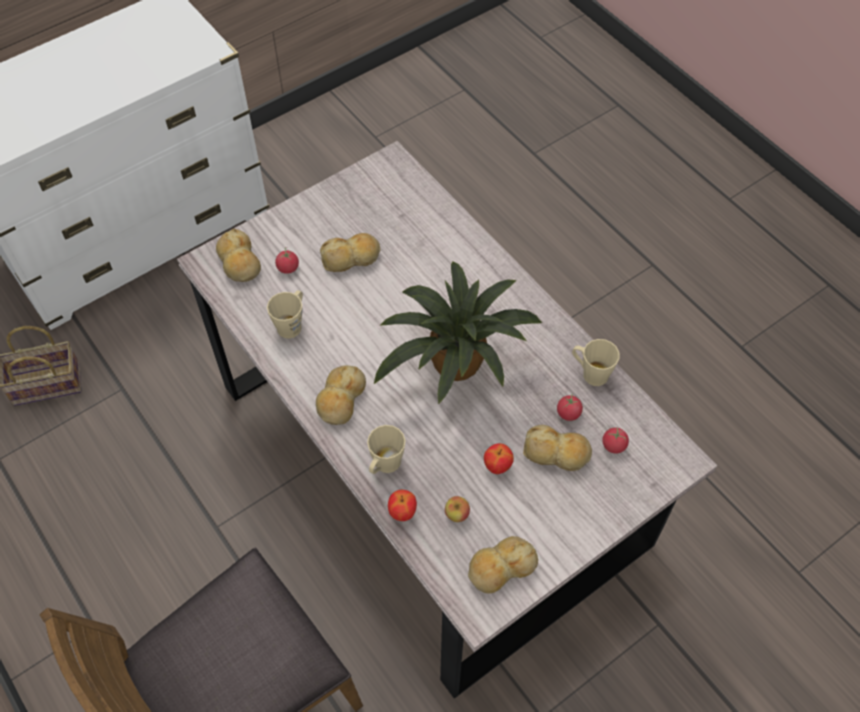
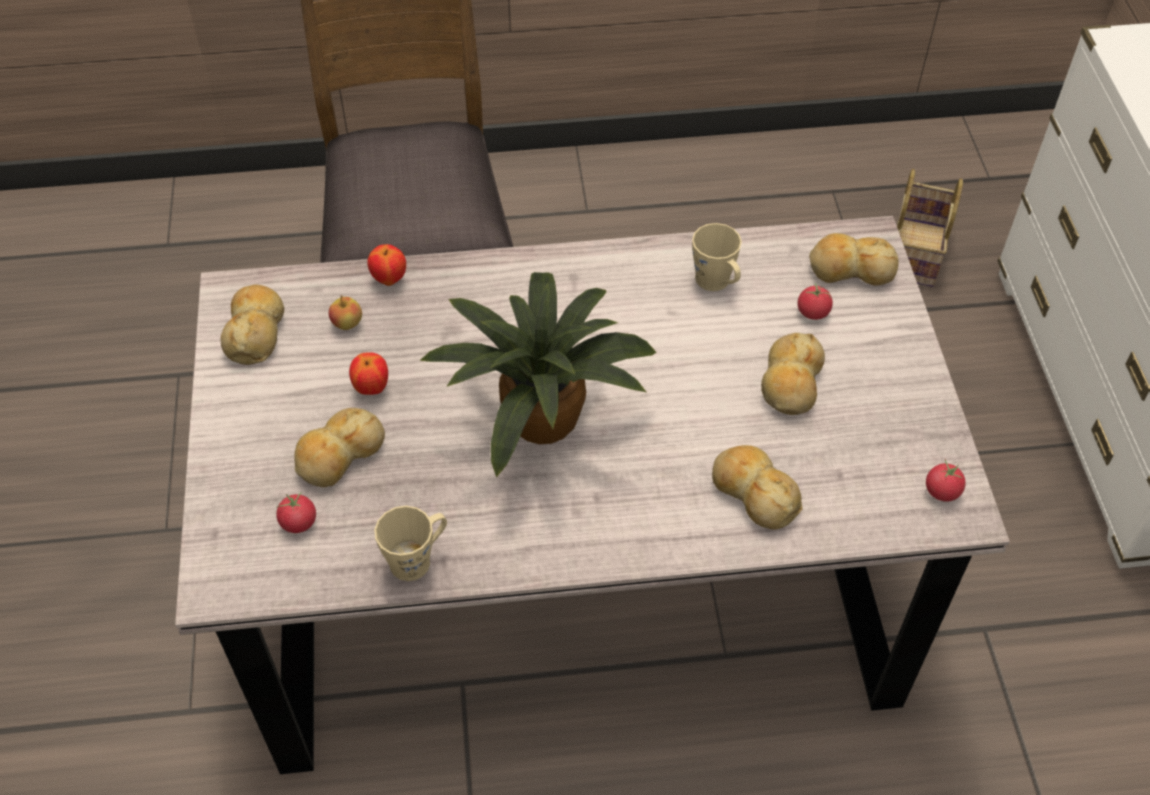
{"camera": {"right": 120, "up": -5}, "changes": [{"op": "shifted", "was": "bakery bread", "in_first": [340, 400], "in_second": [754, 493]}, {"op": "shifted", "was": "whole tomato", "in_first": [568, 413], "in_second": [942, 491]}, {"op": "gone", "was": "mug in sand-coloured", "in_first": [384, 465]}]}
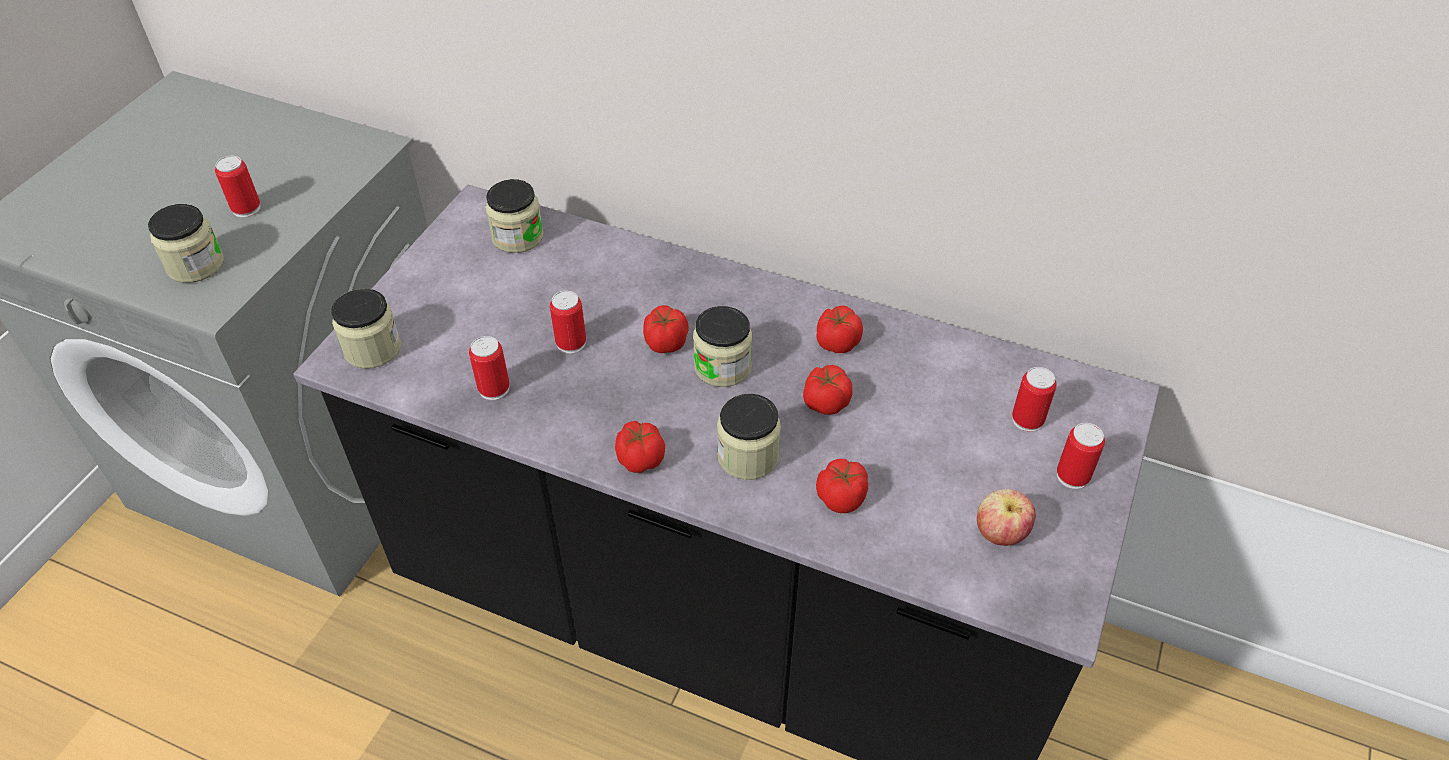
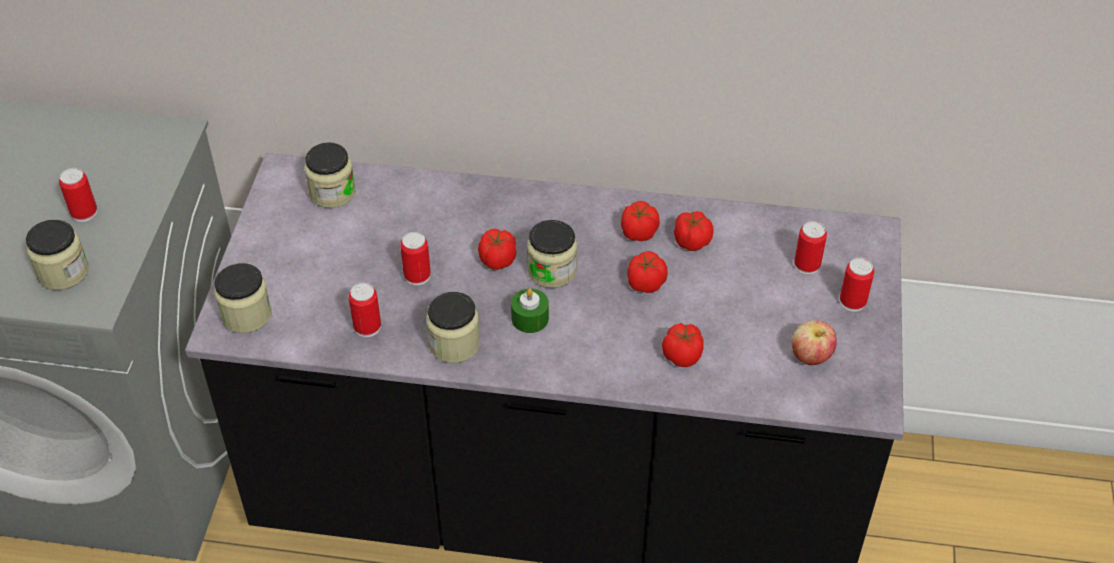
{"camera": {"right": -15, "up": 0}, "changes": [{"op": "shifted", "was": "jar", "in_first": [748, 456], "in_second": [454, 344]}, {"op": "new", "now": "wax candle in greenish", "in_second": [530, 318]}, {"op": "shifted", "was": "whole tomato", "in_first": [640, 458], "in_second": [691, 241]}]}
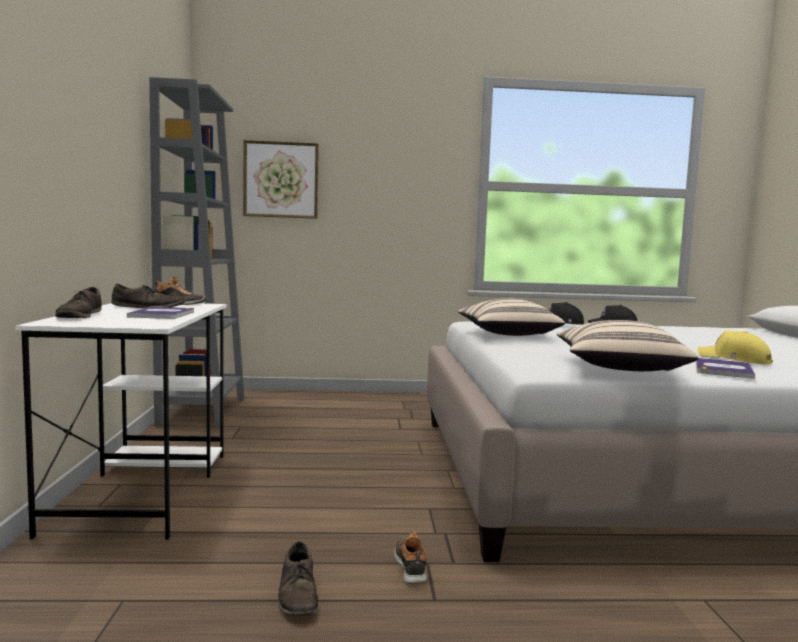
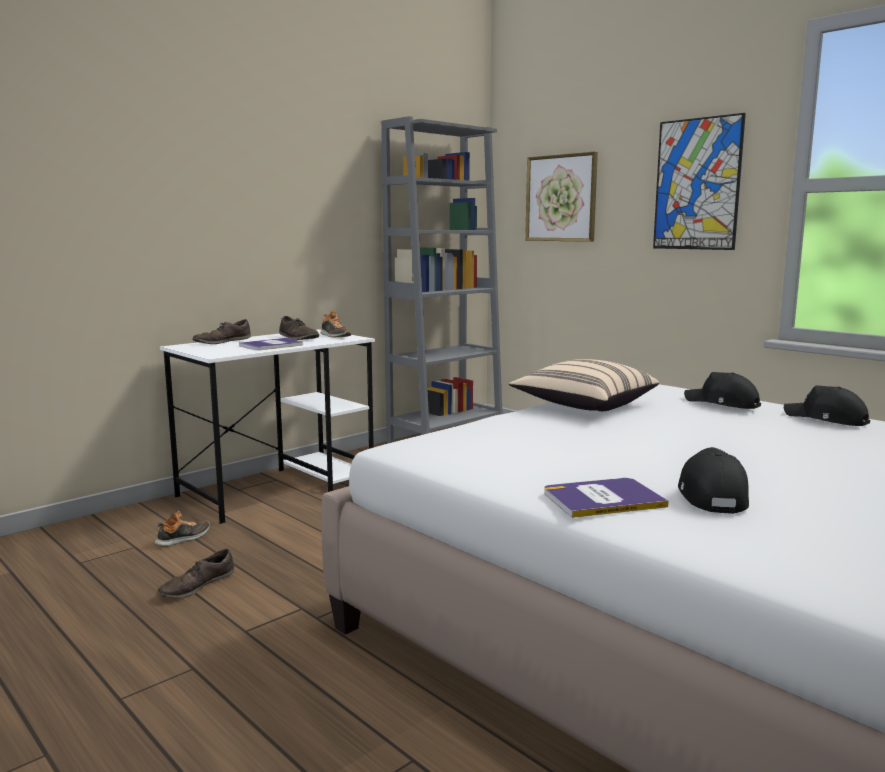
{"camera": {"right": 50, "up": 5}, "changes": [{"op": "shifted", "was": "shoe", "in_first": [411, 567], "in_second": [184, 538]}, {"op": "new", "now": "wall picture", "in_second": [697, 184]}, {"op": "repainted", "was": "peaked cap in yellowish", "now": "peaked cap in black-coloured", "in_first": [734, 359], "in_second": [711, 496]}, {"op": "gone", "was": "cushion in sand-coloured", "in_first": [618, 368]}]}
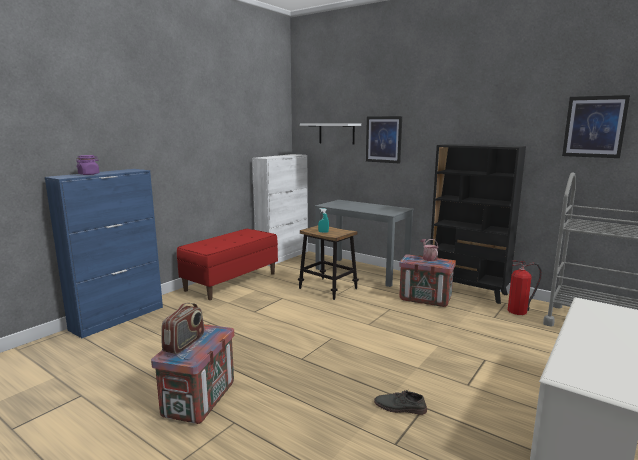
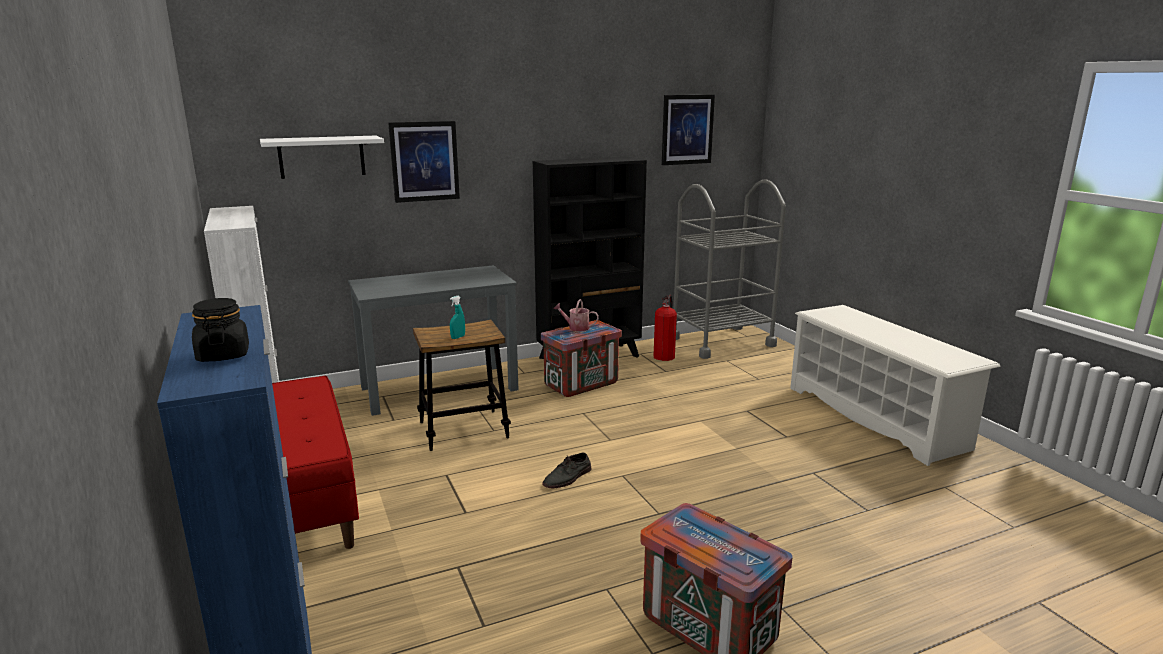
{"camera": {"right": -60, "up": 5}, "changes": [{"op": "repainted", "was": "jar in purple-coloured", "now": "jar in black-coloured", "in_first": [89, 174], "in_second": [223, 355]}, {"op": "shifted", "was": "shoe in grey", "in_first": [400, 407], "in_second": [568, 478]}, {"op": "gone", "was": "radio", "in_first": [184, 344]}]}
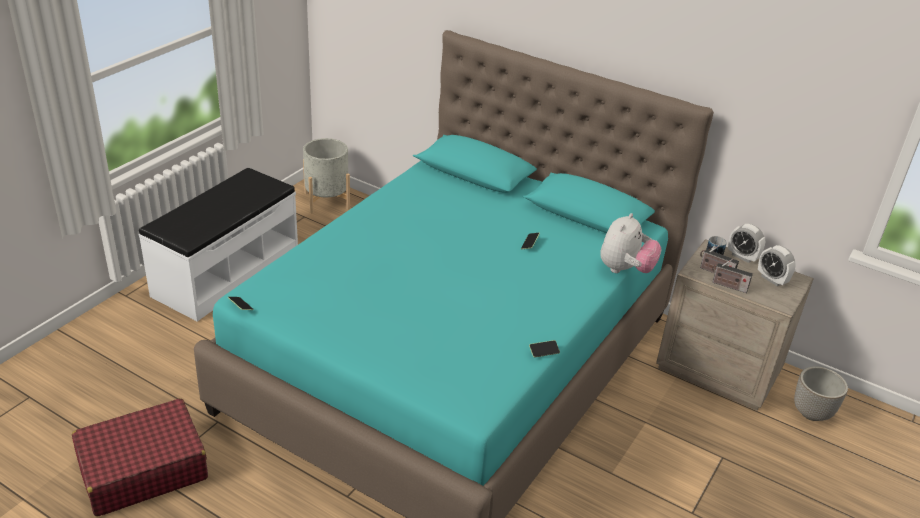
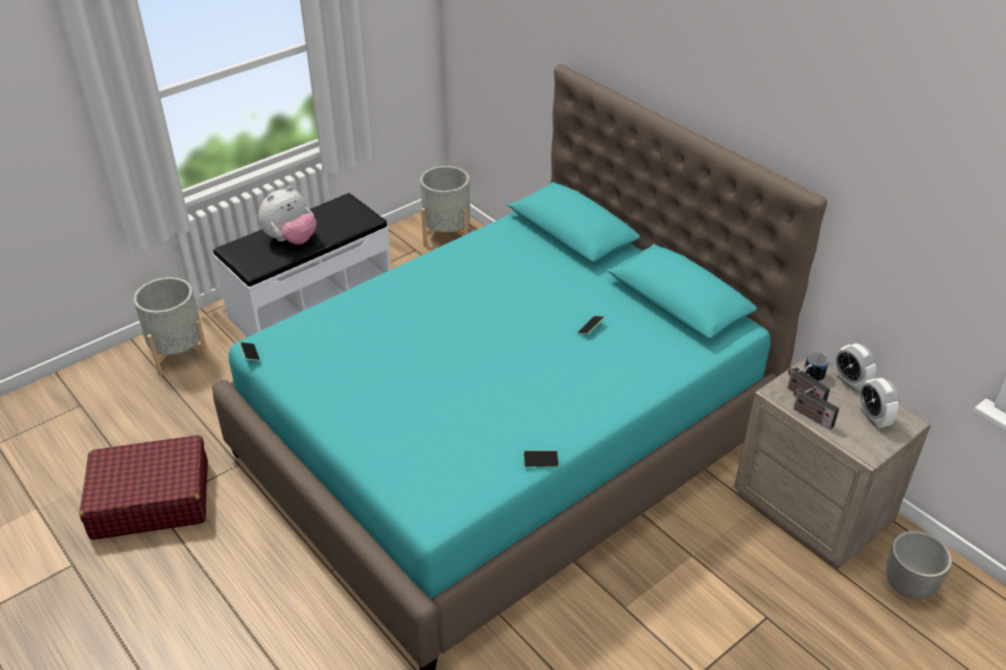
{"camera": {"right": 20, "up": 5}, "changes": [{"op": "new", "now": "plant pot in grey", "in_second": [179, 353]}, {"op": "shifted", "was": "soft toy", "in_first": [625, 270], "in_second": [291, 240]}]}
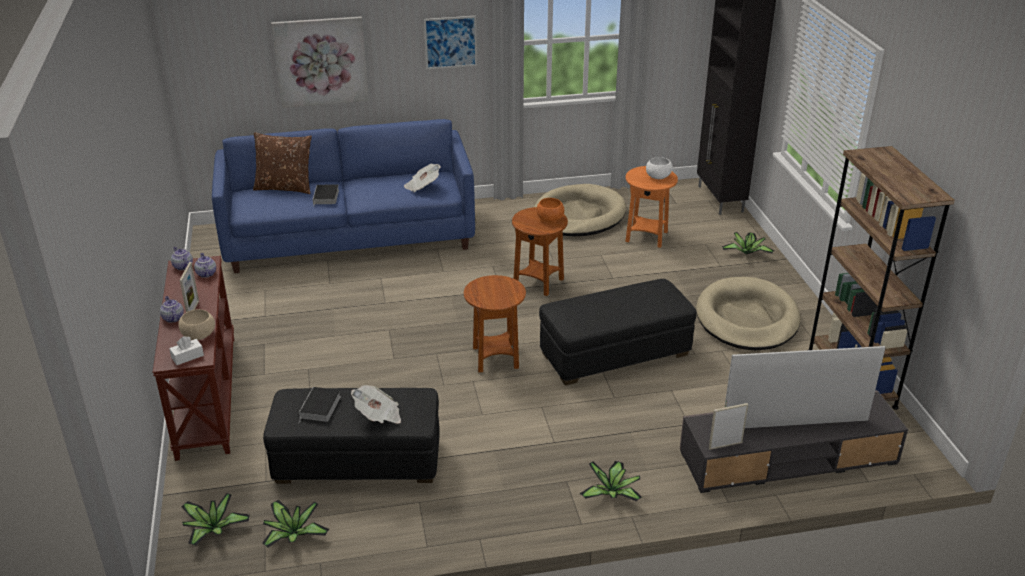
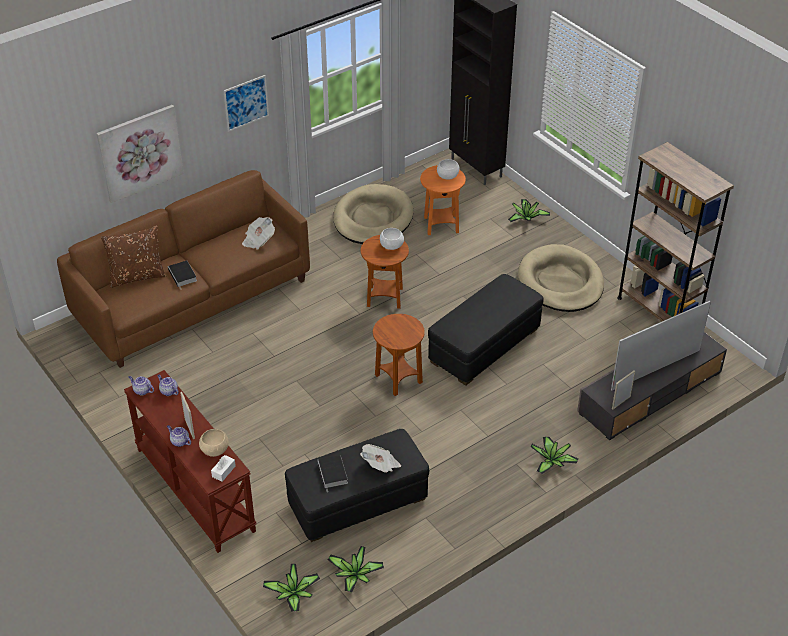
{"camera": {"right": -25, "up": 10}, "changes": [{"op": "repainted", "was": "settee in bluish", "now": "settee in brown-coloured", "in_first": [349, 237], "in_second": [193, 299]}, {"op": "repainted", "was": "deep dish in orange-coloured", "now": "deep dish in white", "in_first": [549, 218], "in_second": [391, 245]}]}
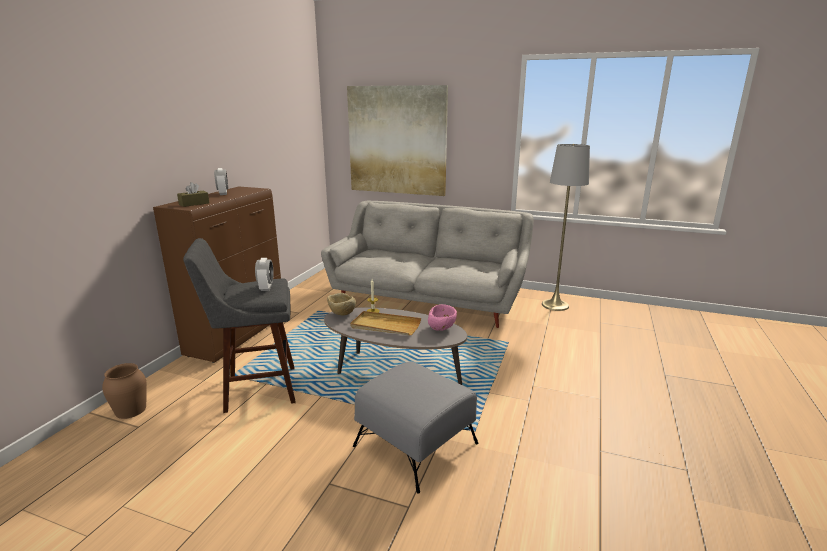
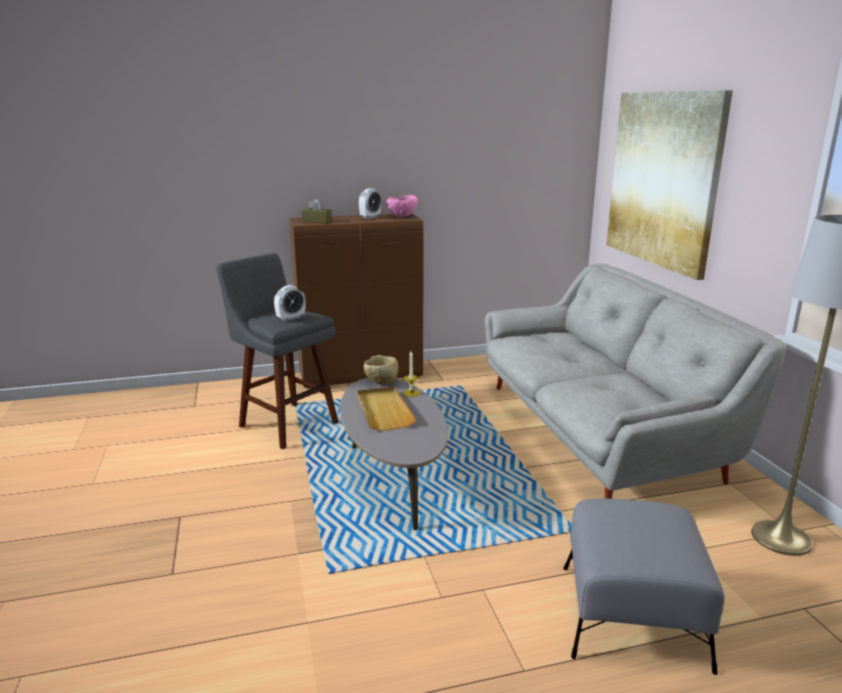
{"camera": {"right": 55, "up": 0}, "changes": [{"op": "shifted", "was": "deep dish in pink-coloured", "in_first": [442, 329], "in_second": [402, 217]}, {"op": "shifted", "was": "ottoman in grey", "in_first": [416, 445], "in_second": [632, 616]}, {"op": "gone", "was": "flower vase in brown-coloured", "in_first": [131, 410]}]}
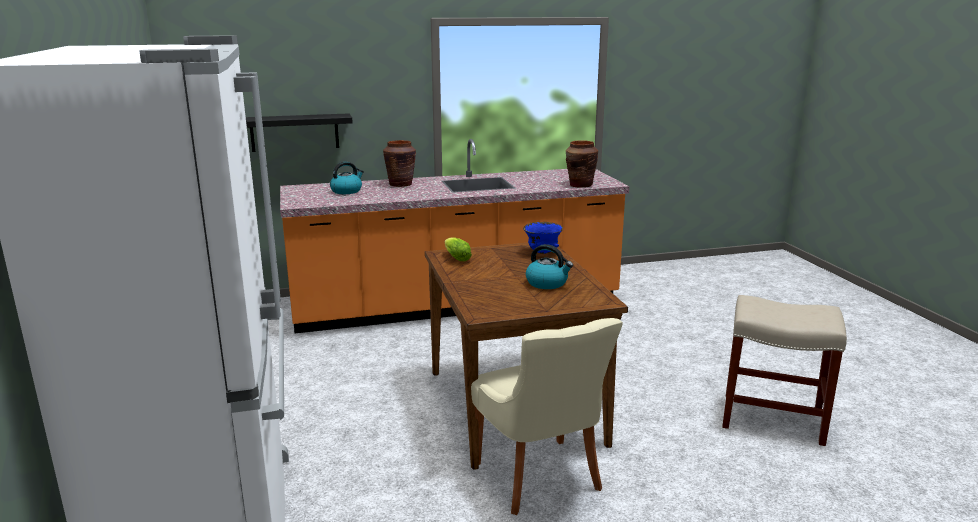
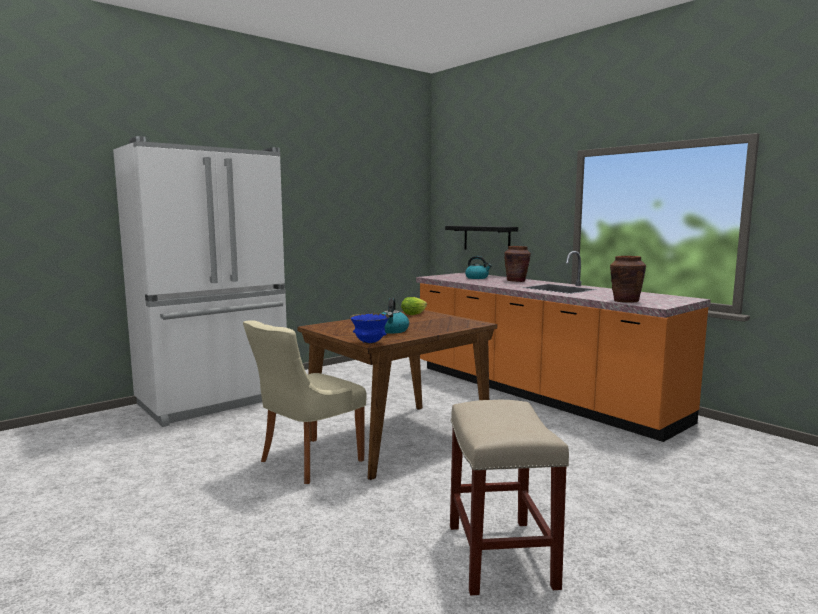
{"camera": {"right": 65, "up": -10}, "changes": [{"op": "shifted", "was": "deep dish in bluish", "in_first": [542, 252], "in_second": [370, 343]}]}
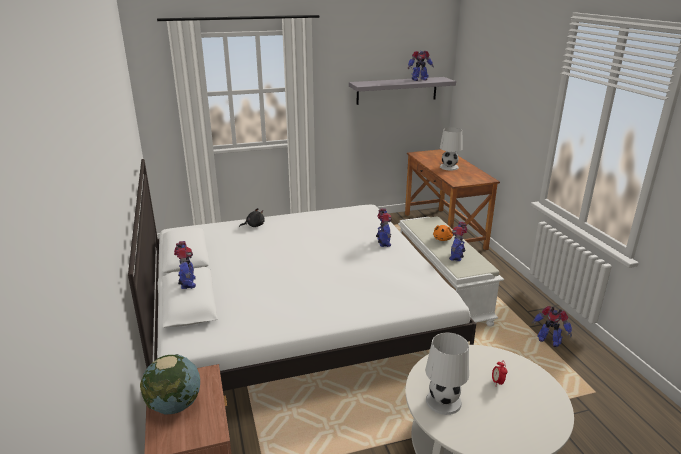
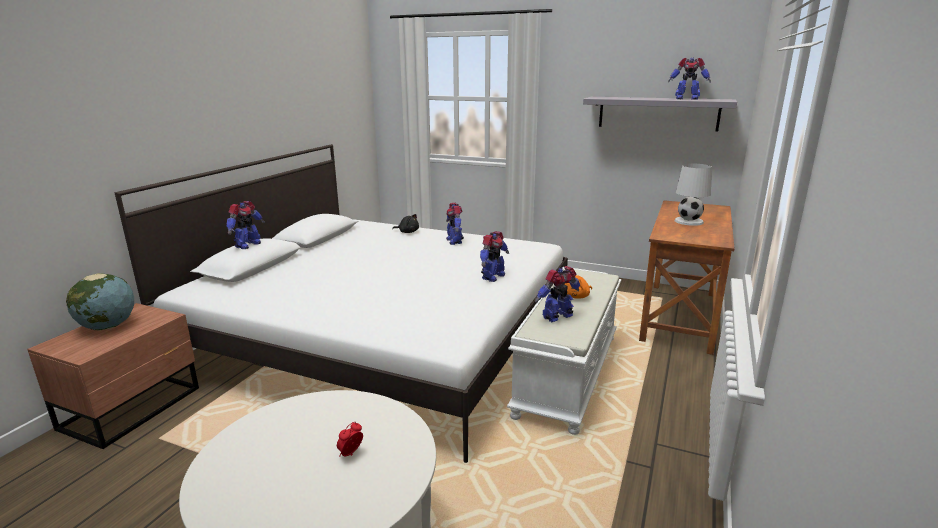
{"camera": {"right": 40, "up": -5}, "changes": [{"op": "shifted", "was": "robot figure", "in_first": [548, 341], "in_second": [454, 241]}, {"op": "gone", "was": "lamp for a table in white", "in_first": [444, 401]}]}
